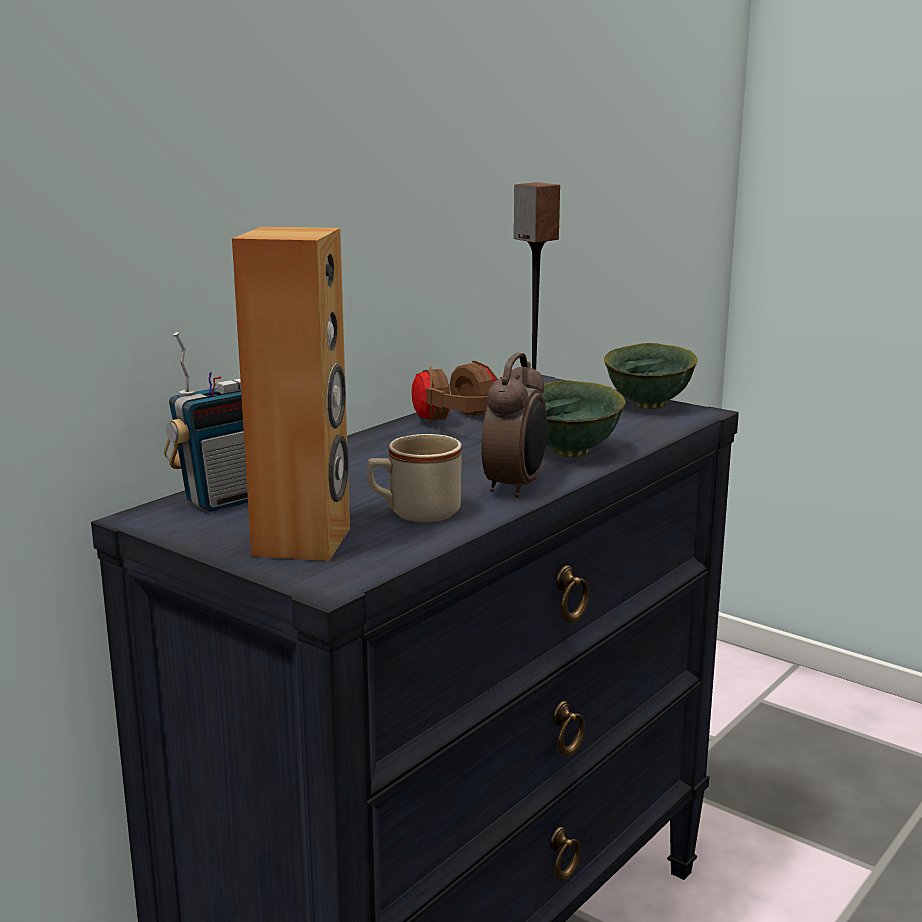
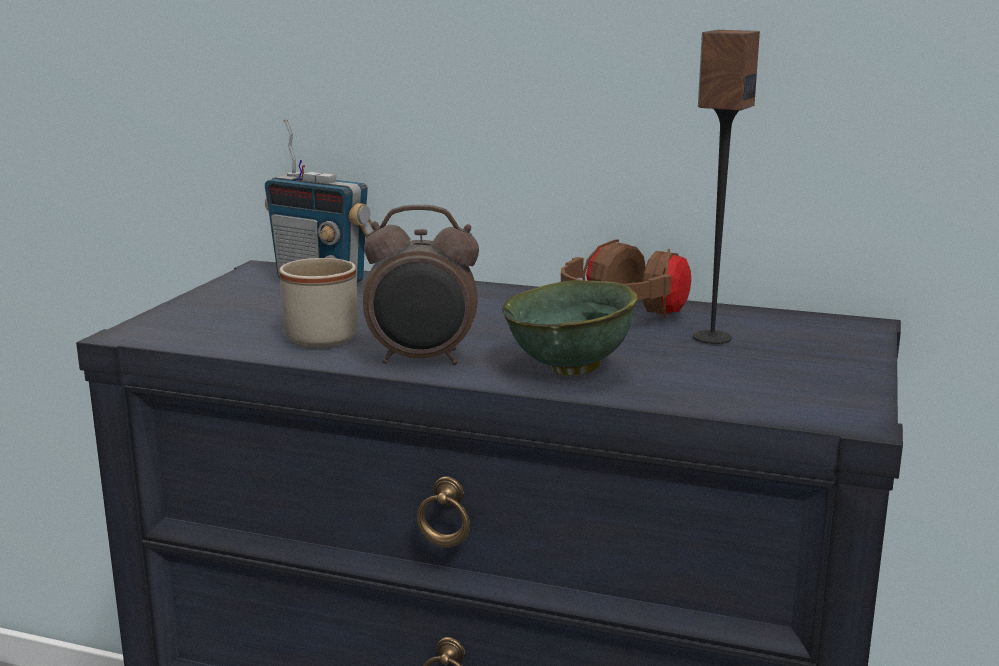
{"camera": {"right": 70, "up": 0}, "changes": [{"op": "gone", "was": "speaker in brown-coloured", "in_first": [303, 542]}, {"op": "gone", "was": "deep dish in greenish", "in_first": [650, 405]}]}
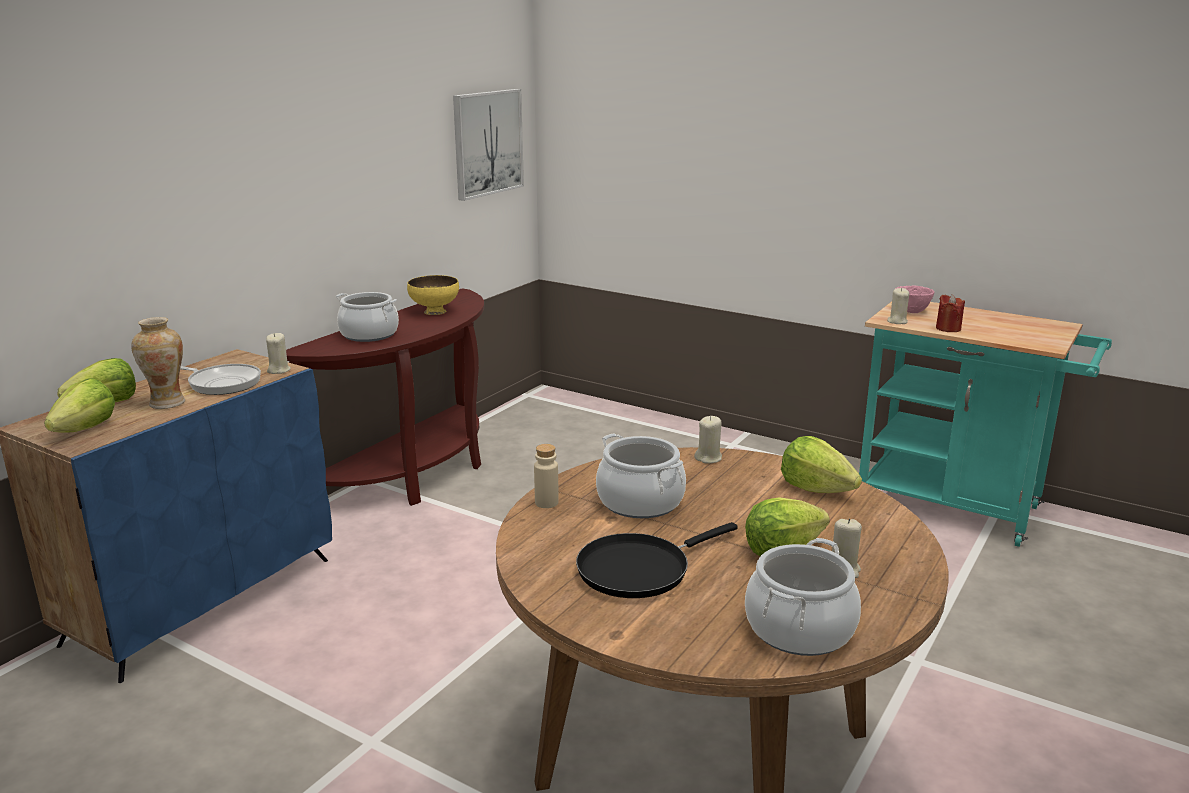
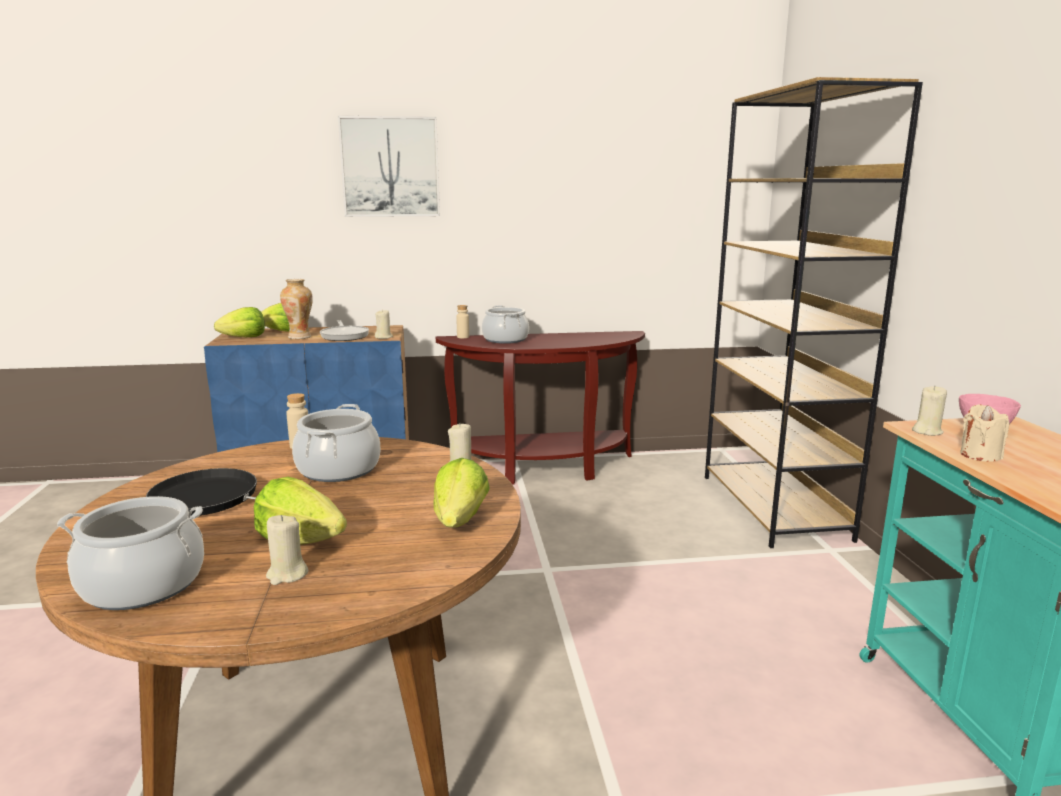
{"camera": {"right": 50, "up": -5}, "changes": [{"op": "shifted", "was": "wall picture", "in_first": [487, 143], "in_second": [390, 167]}, {"op": "new", "now": "beverage bottle in sand-coloured", "in_second": [463, 337]}, {"op": "new", "now": "shelving unit in brown-coloured", "in_second": [774, 507]}, {"op": "repainted", "was": "wax candle in red-coloured", "now": "wax candle in sand-coloured", "in_first": [948, 328], "in_second": [980, 455]}, {"op": "gone", "was": "deep dish in yellowish", "in_first": [434, 311]}]}
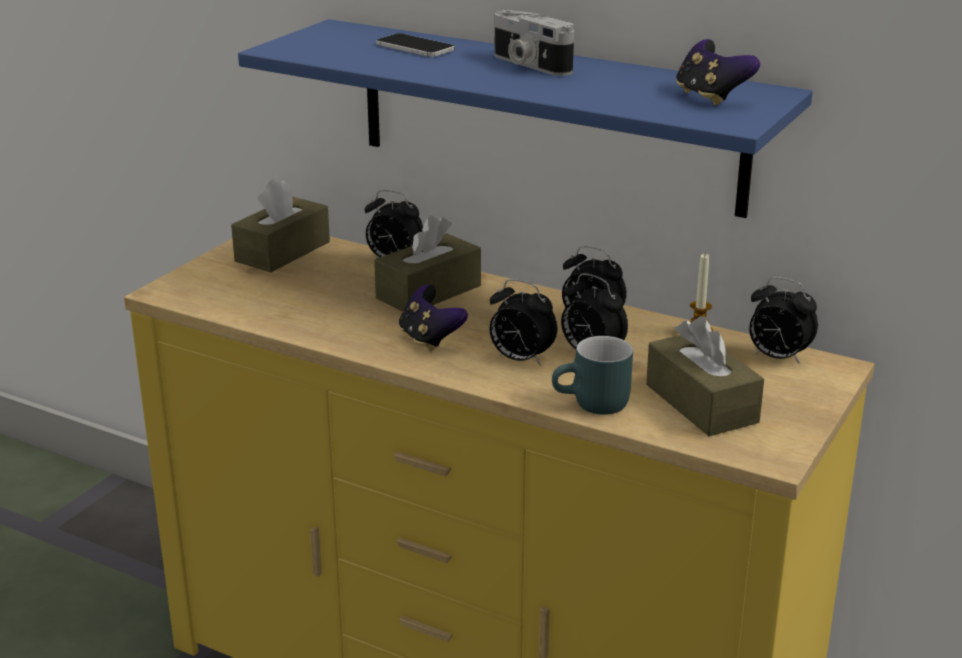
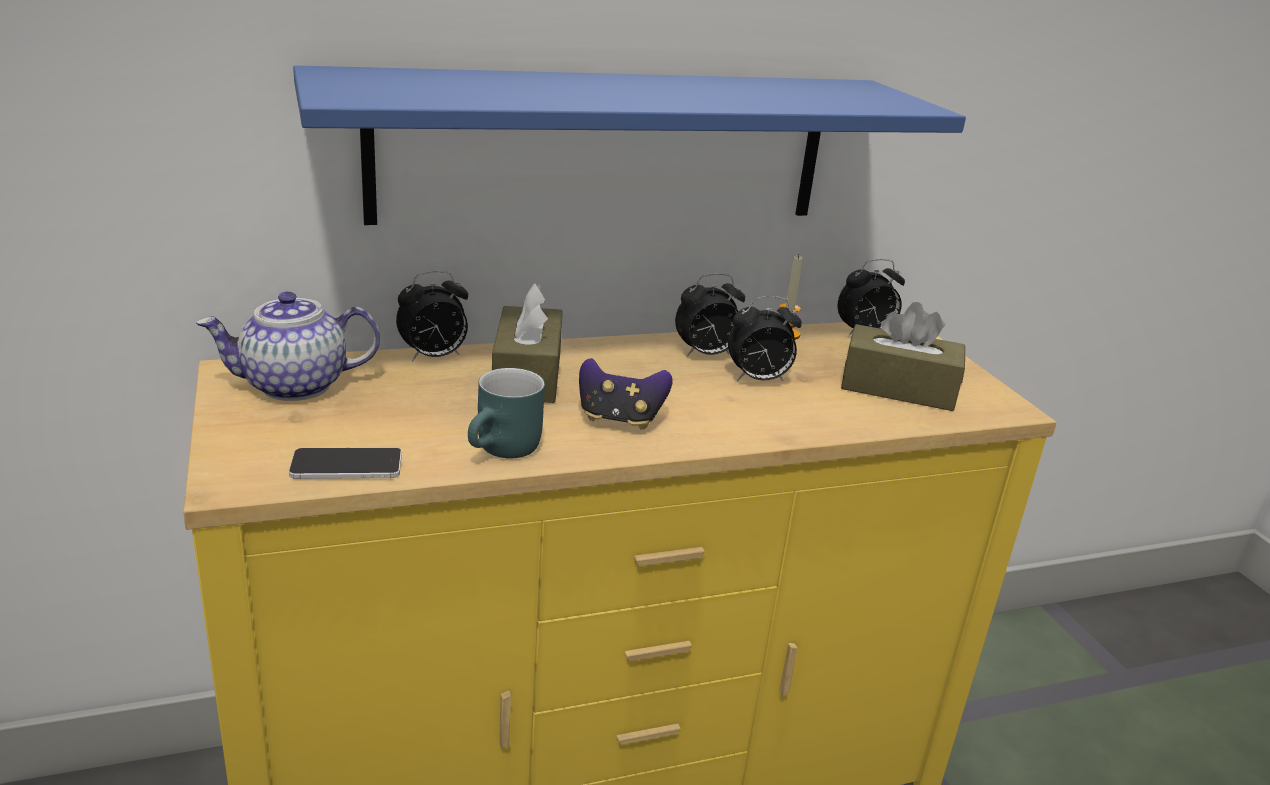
{"camera": {"right": -50, "up": 0}, "changes": [{"op": "swapped", "was": "tissue box in brown-coloured", "now": "tea pot", "in_first": [282, 251], "in_second": [294, 386]}, {"op": "shifted", "was": "telephone", "in_first": [415, 47], "in_second": [346, 465]}, {"op": "shifted", "was": "mug in turquoise-coloured", "in_first": [593, 406], "in_second": [506, 451]}, {"op": "gone", "was": "bedside clock", "in_first": [520, 359]}, {"op": "gone", "was": "still camera", "in_first": [528, 64]}, {"op": "gone", "was": "gamepad", "in_first": [711, 97]}]}
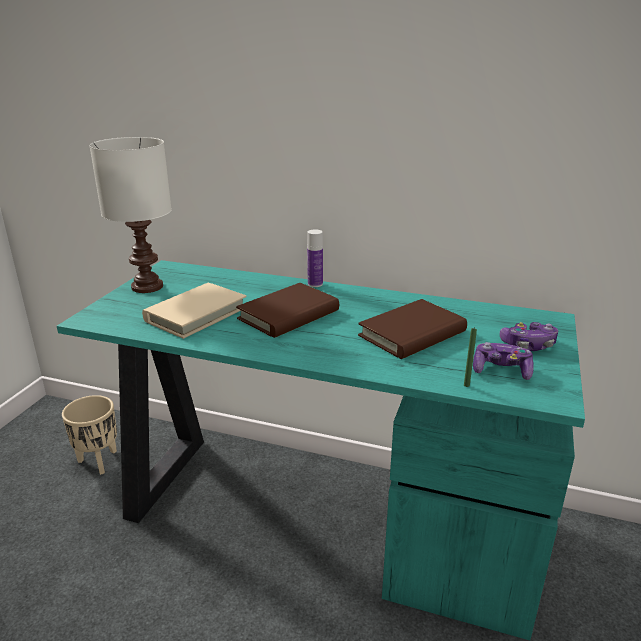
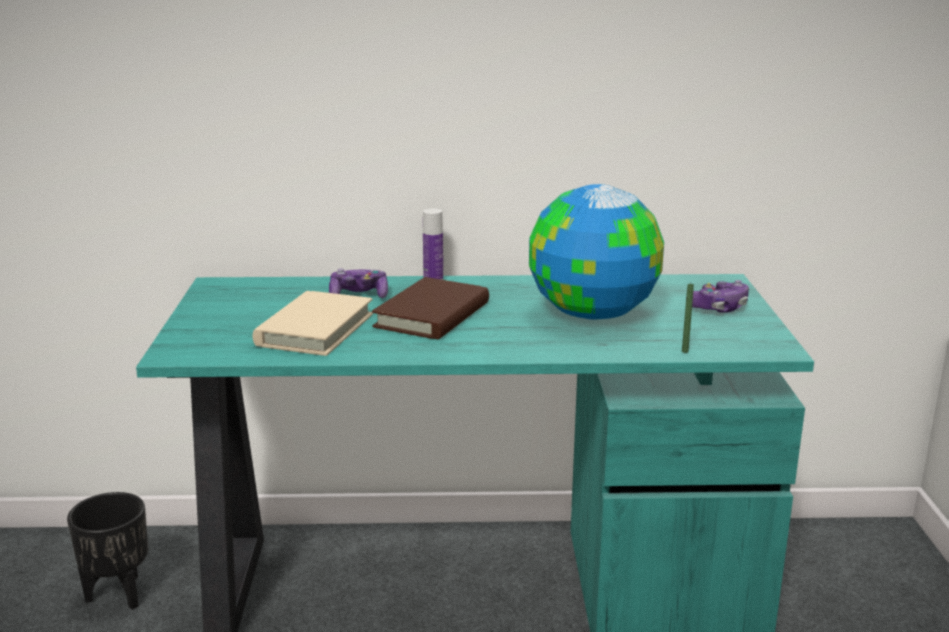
{"camera": {"right": -20, "up": -5}, "changes": [{"op": "repainted", "was": "plant pot in sand-coloured", "now": "plant pot in black-coloured", "in_first": [99, 461], "in_second": [119, 594]}, {"op": "shifted", "was": "gamepad", "in_first": [501, 370], "in_second": [359, 295]}, {"op": "swapped", "was": "bound book in brown-coloured", "now": "desk globe", "in_first": [412, 334], "in_second": [591, 314]}, {"op": "gone", "was": "lamp for a table in white", "in_first": [146, 287]}]}
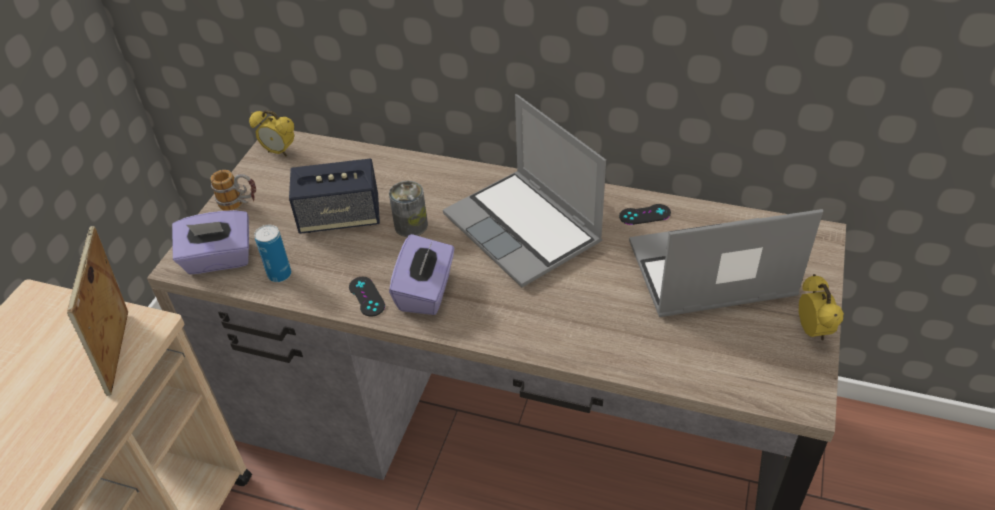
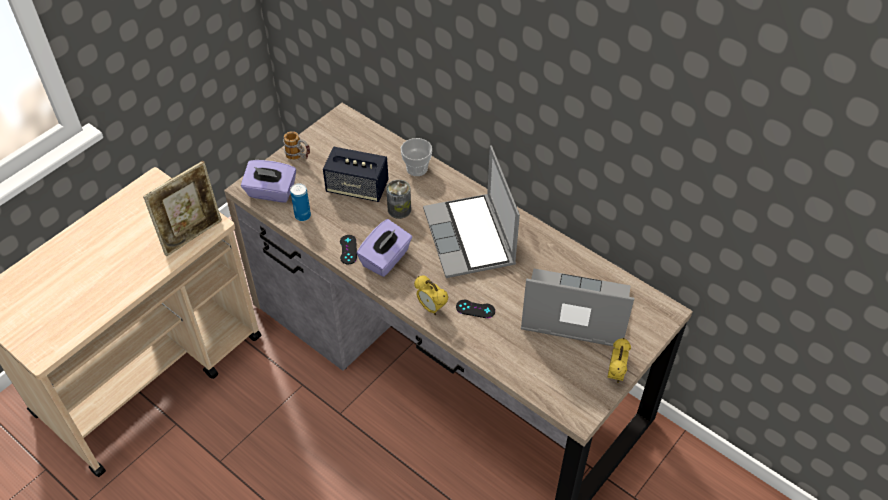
{"camera": {"right": 20, "up": 5}, "changes": [{"op": "rotated", "was": "picture frame", "in_first": [123, 353], "in_second": [192, 235], "clockwise": -150}, {"op": "new", "now": "drinking cup", "in_second": [417, 168]}, {"op": "shifted", "was": "bedside clock", "in_first": [279, 152], "in_second": [431, 308]}, {"op": "shifted", "was": "gamepad in black-coloured", "in_first": [644, 215], "in_second": [475, 309]}]}
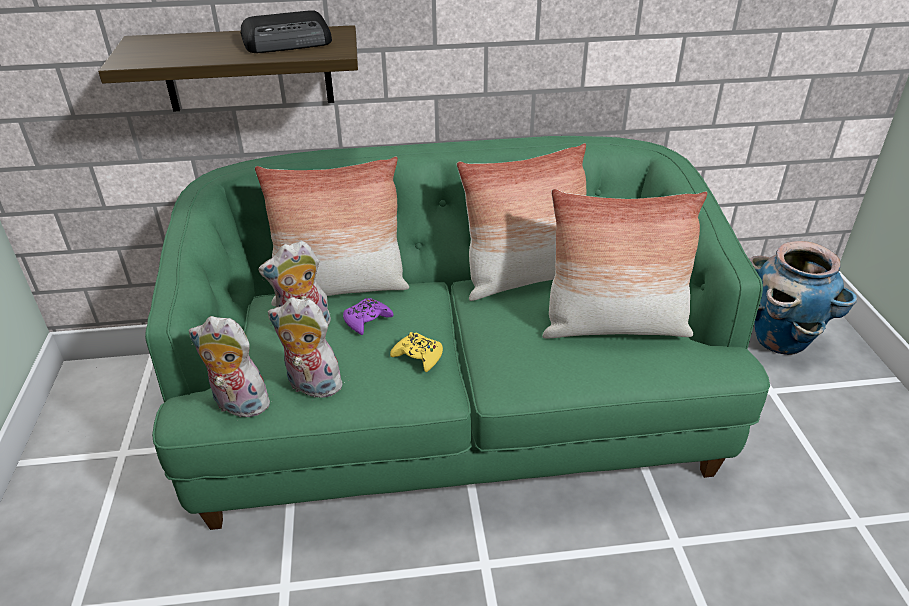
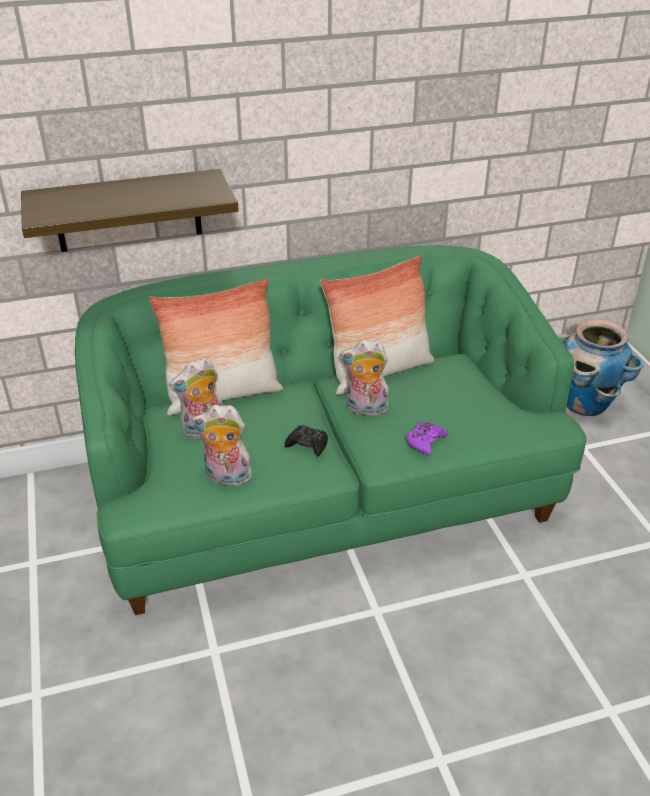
{"camera": {"right": -10, "up": 0}, "changes": [{"op": "repainted", "was": "gamepad in yellowish", "now": "gamepad in black-coloured", "in_first": [418, 356], "in_second": [307, 444]}, {"op": "shifted", "was": "soft toy", "in_first": [238, 405], "in_second": [365, 409]}, {"op": "shifted", "was": "gamepad in purple-coloured", "in_first": [367, 320], "in_second": [425, 441]}, {"op": "gone", "was": "radio", "in_first": [289, 42]}, {"op": "gone", "was": "cushion", "in_first": [614, 326]}]}
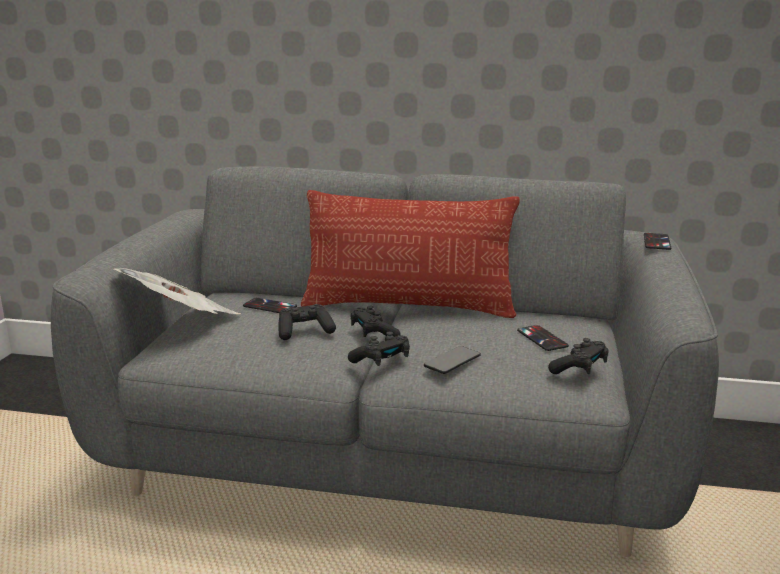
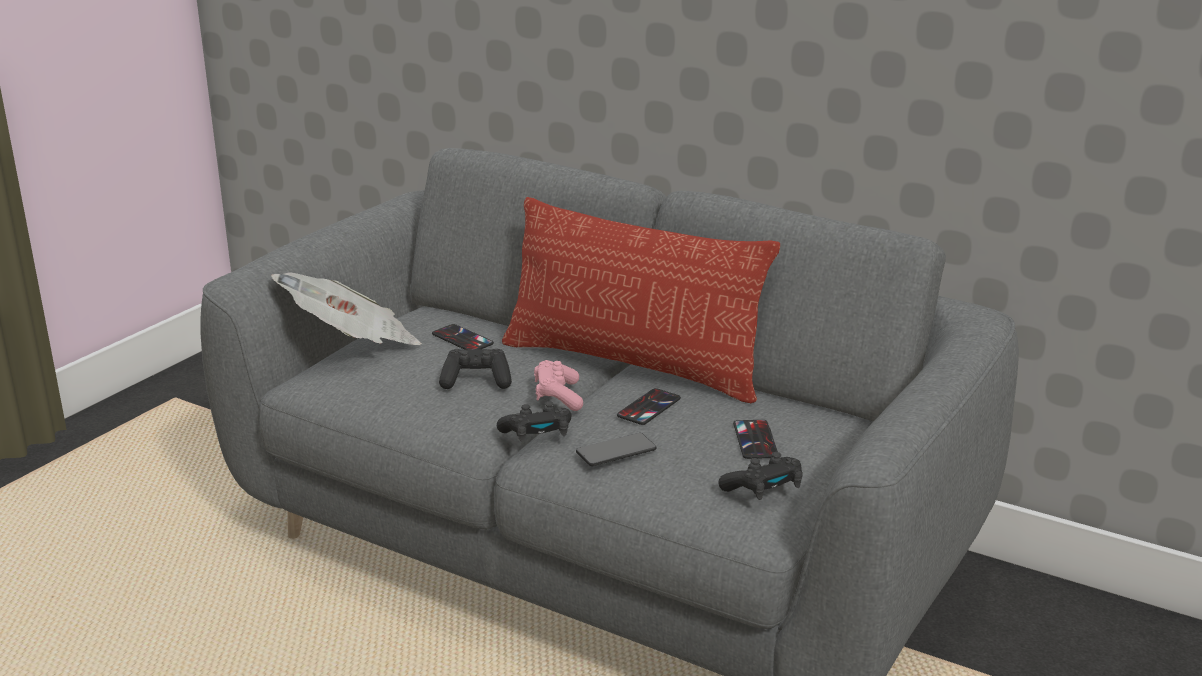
{"camera": {"right": 20, "up": 5}, "changes": [{"op": "repainted", "was": "gamepad in black-coloured", "now": "gamepad in pink-coloured", "in_first": [373, 334], "in_second": [558, 397]}, {"op": "shifted", "was": "telephone", "in_first": [656, 242], "in_second": [648, 407]}]}
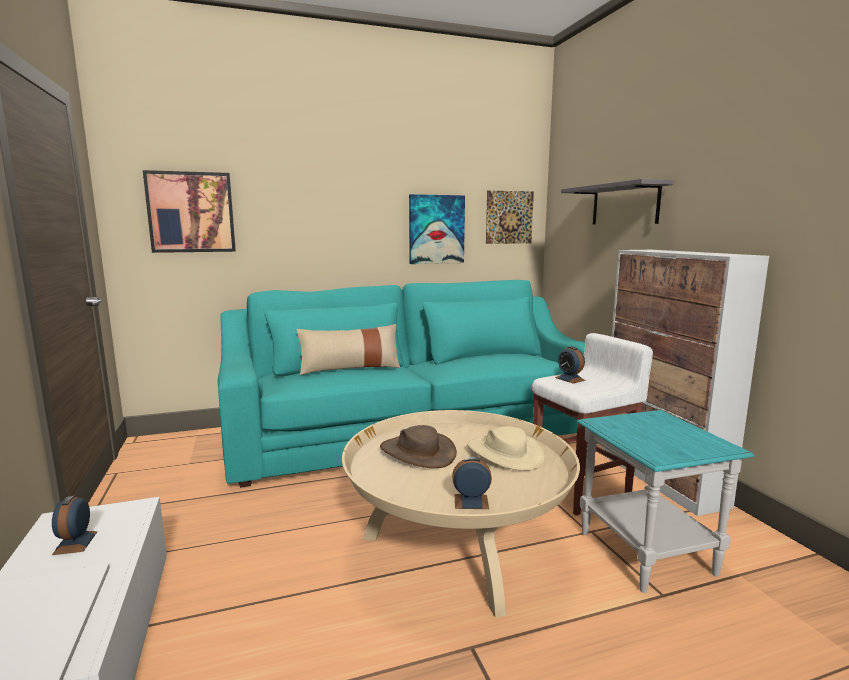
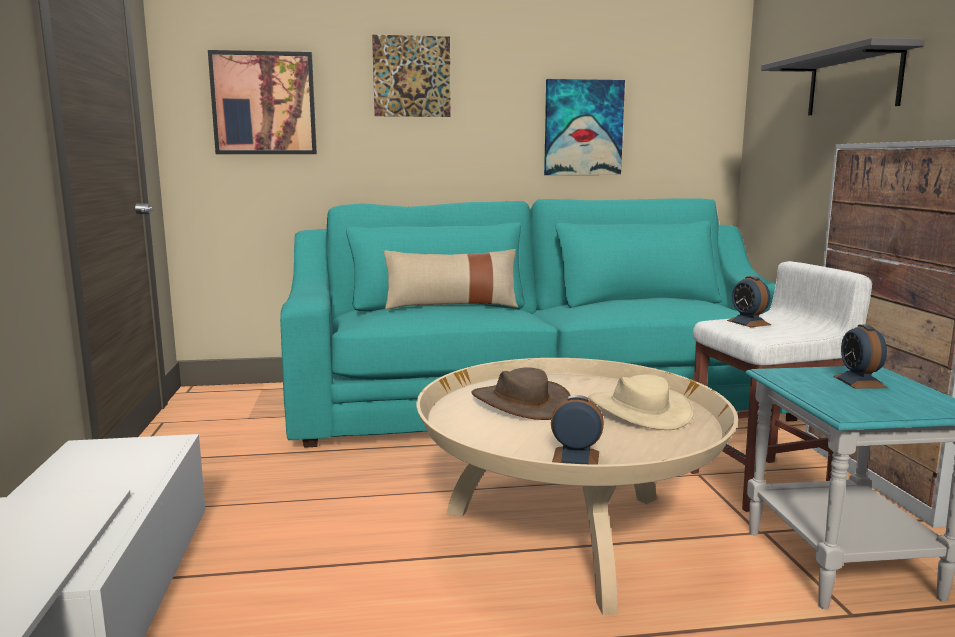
{"camera": {"right": 10, "up": 0}, "changes": [{"op": "shifted", "was": "wall picture", "in_first": [509, 217], "in_second": [412, 76]}, {"op": "shifted", "was": "bedside clock", "in_first": [75, 543], "in_second": [859, 382]}]}
